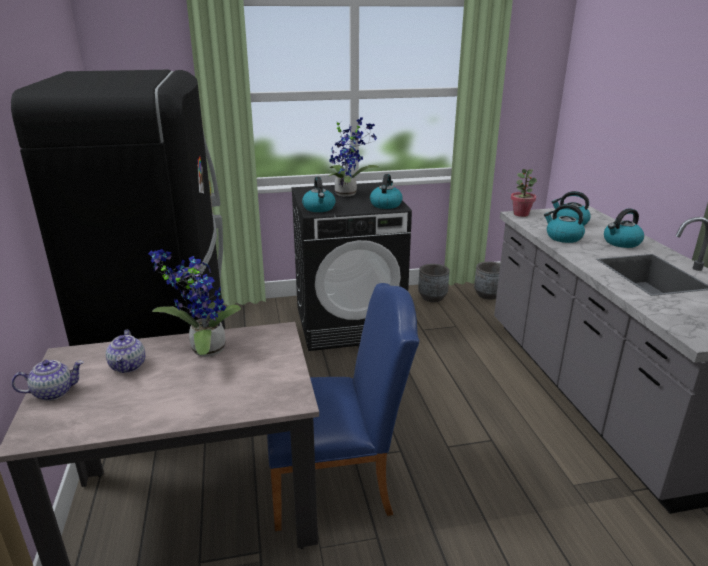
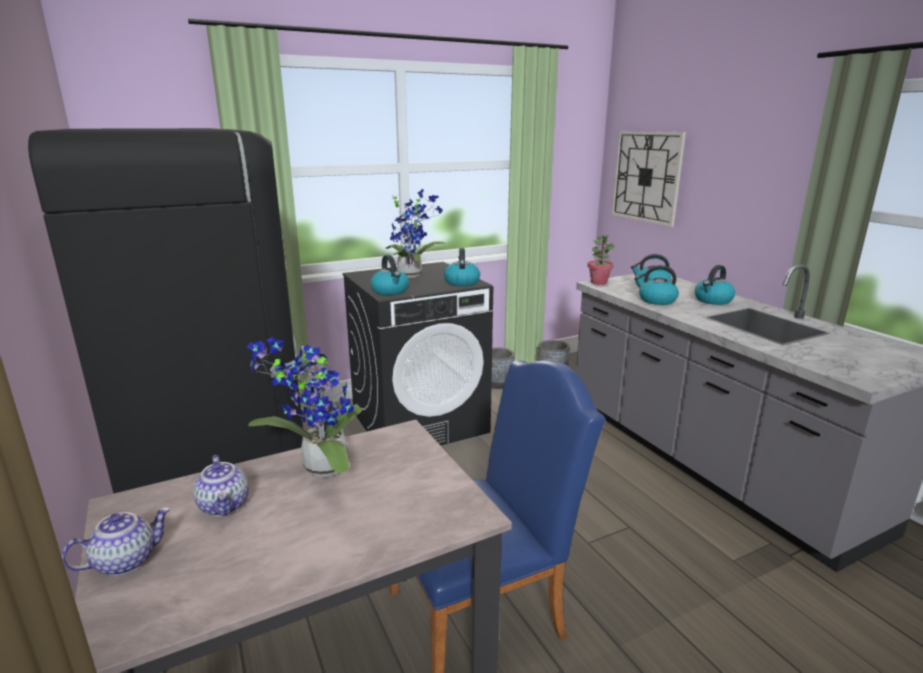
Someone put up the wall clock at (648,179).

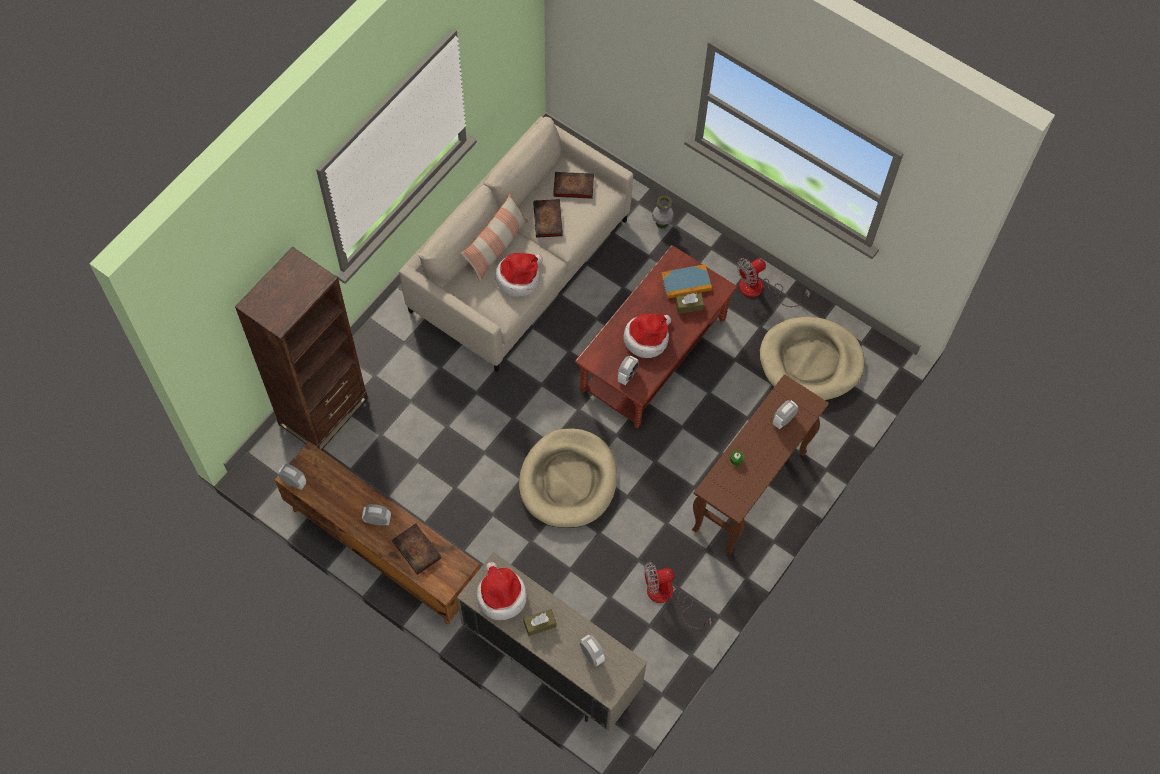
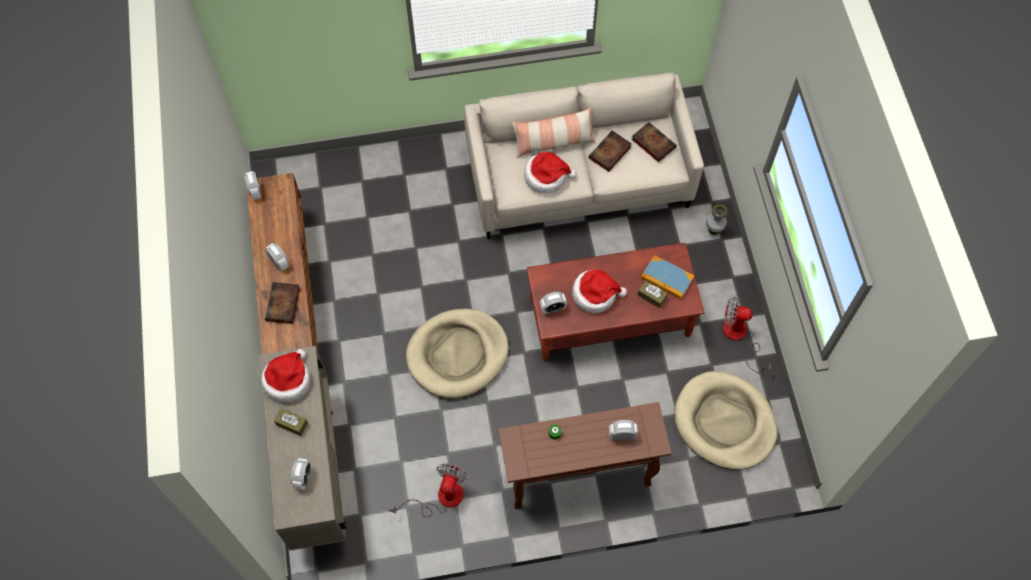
Someone rotated the fan at (678,595) by 75 degrees clockwise.
Someone took away the bookcase (brown) at (301,348).

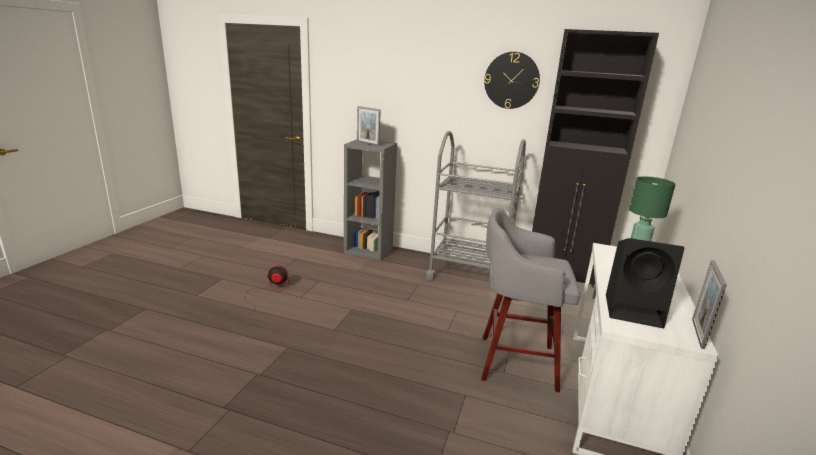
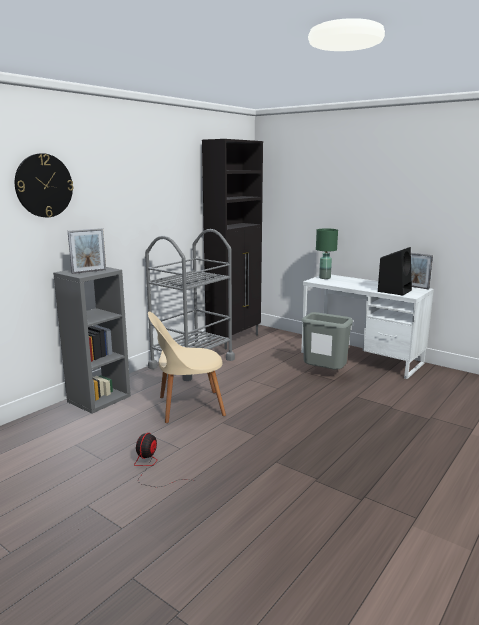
Someone carried the wall clock from (512,80) to (44,185).
Someone put down the chair (beige) at (187,367).
Someone swapped the stool (grey) at (530,300) for the trash can (grey) at (327,341).

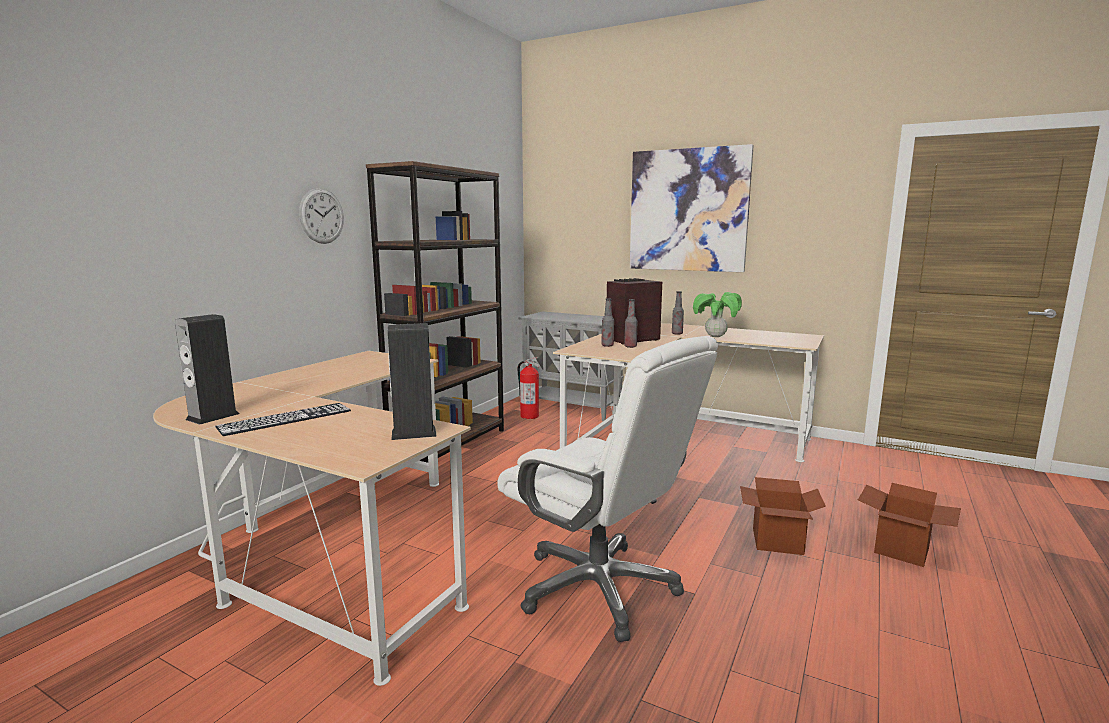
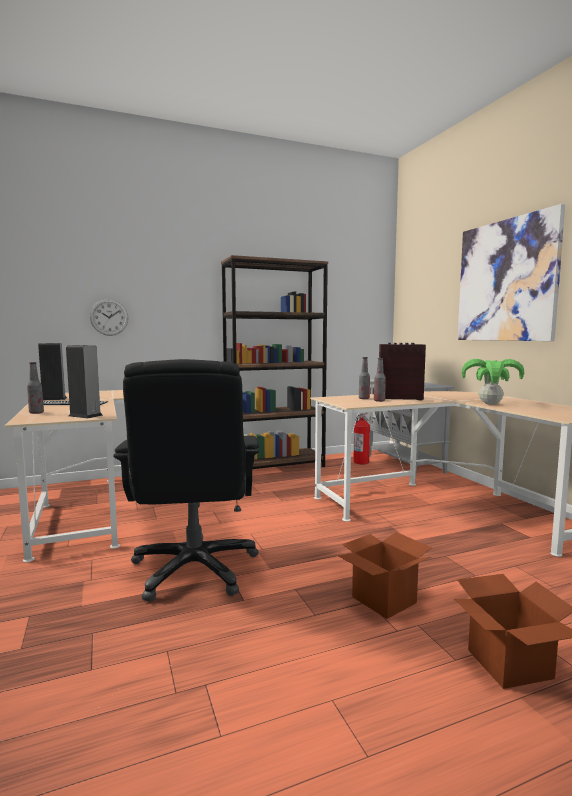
Someone carried the bottle from (678,313) to (35,388).
Someone carried the wall clock from (321,216) to (109,317).
Someone repainted the office chair (white) at (607,489), which became the office chair (black) at (186,480).

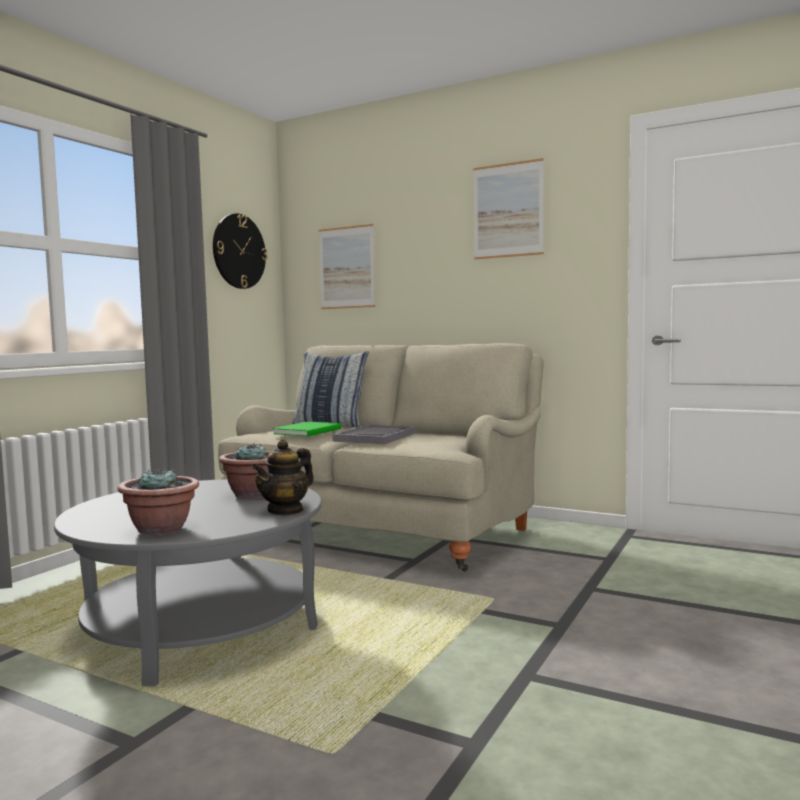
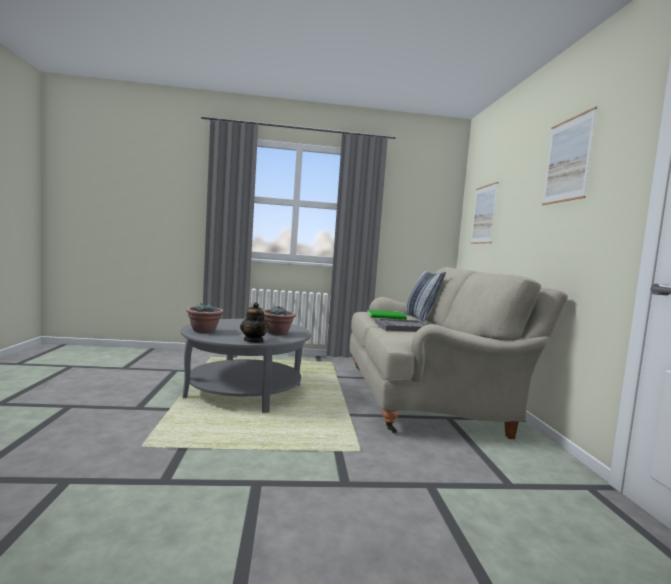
Someone rotated the teapot at (283,477) by 120 degrees counterclockwise.
Someone took away the wall clock at (240,251).

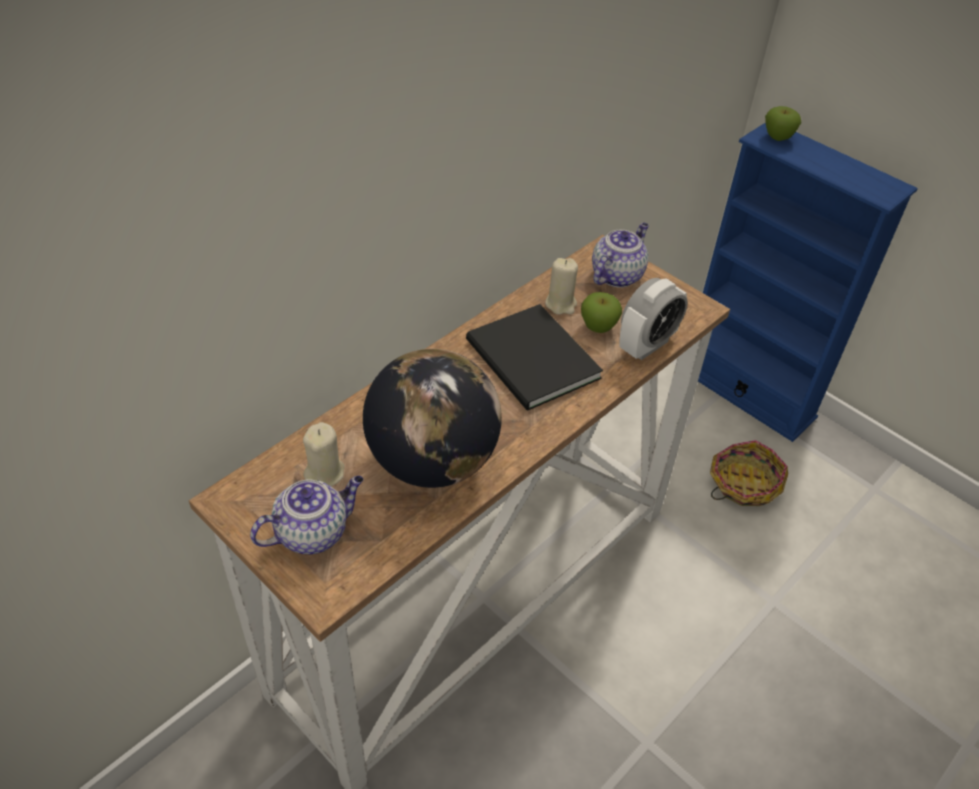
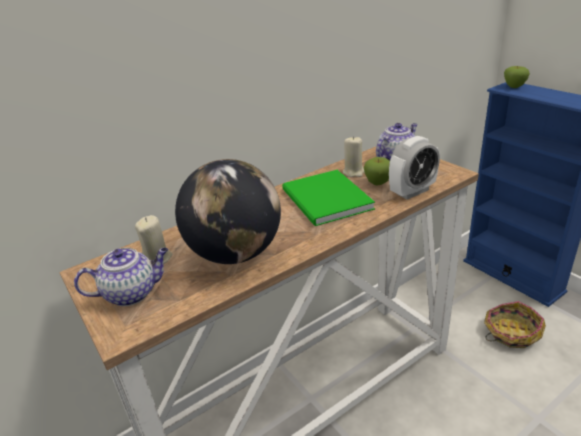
Someone repainted the book (black) at (534,357), which became the book (green) at (328,198).

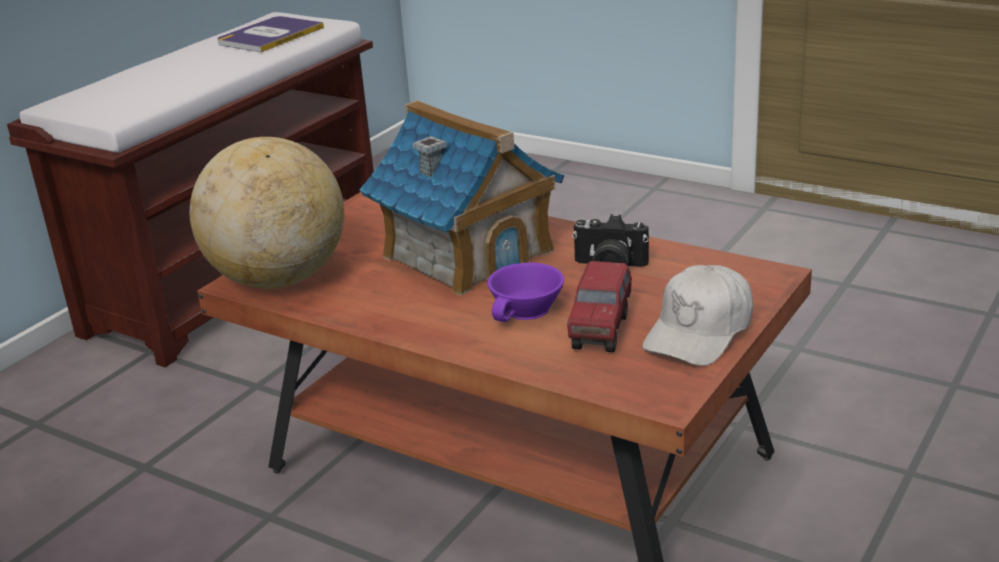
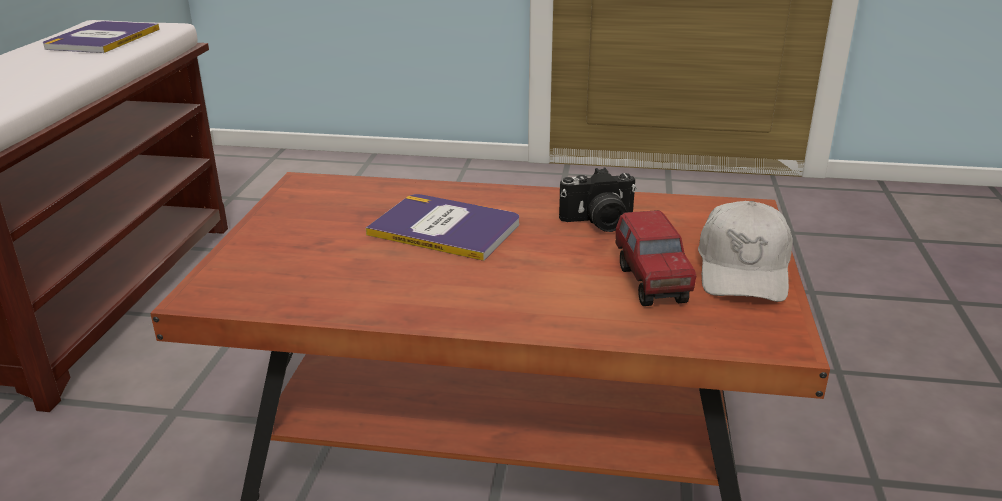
Someone swapped the toy house at (462,198) for the book at (442,227).
Someone took away the globe at (266,213).
Someone took away the cup (purple) at (525,292).

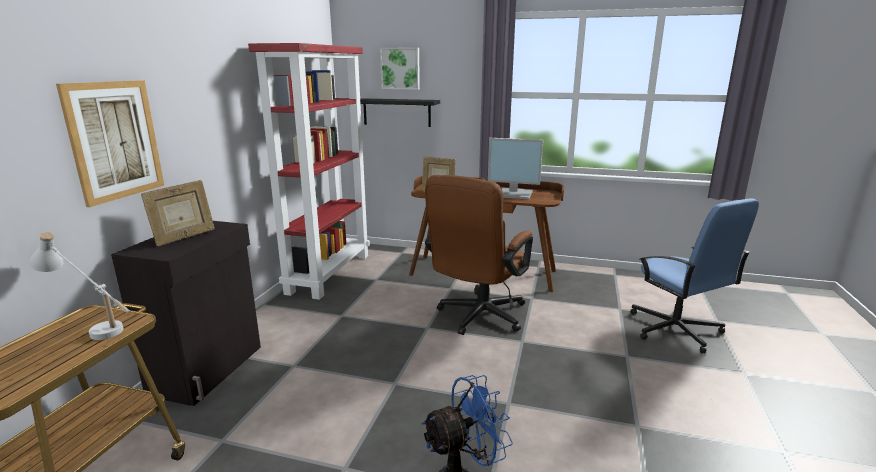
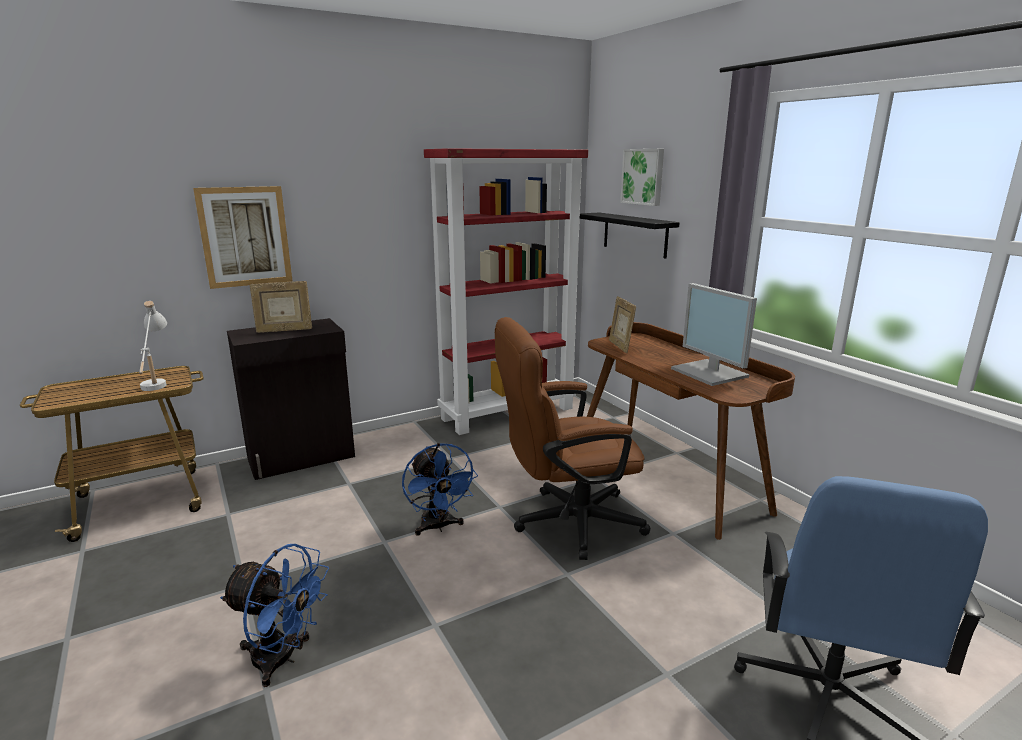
Someone put down the fan (blue) at (440,489).

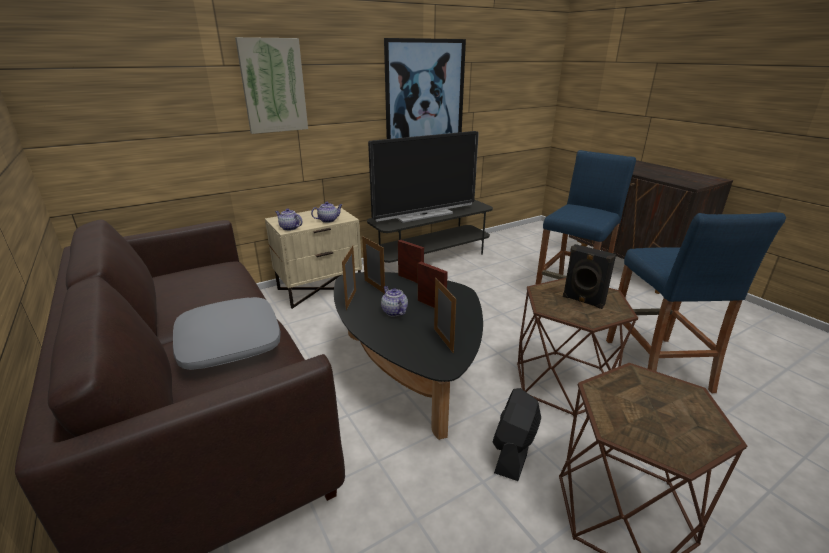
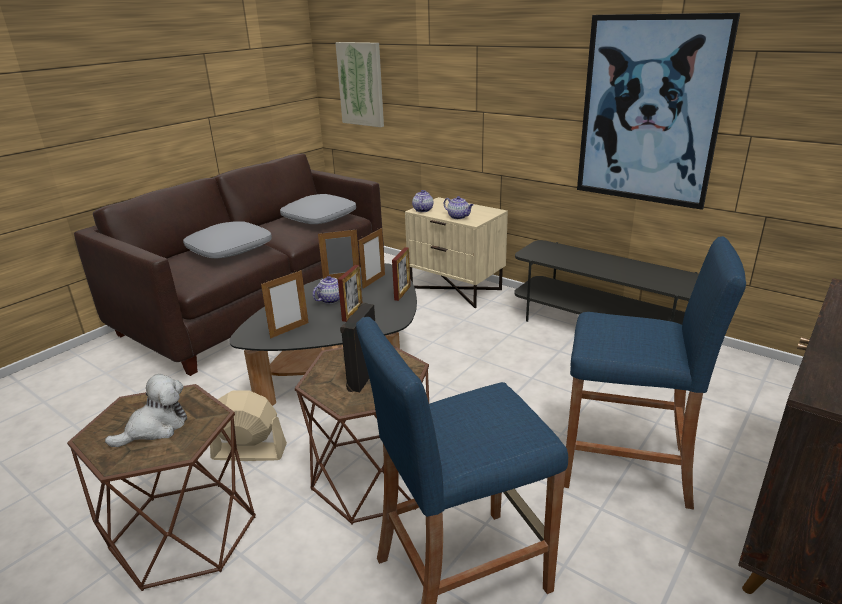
Someone put down the plush toy at (146,410).
Someone repainted the fan (black) at (517,434), which became the fan (beige) at (248,426).
Someone put down the pillow (grey) at (318,209).
Someone carried the picture from (271,85) to (359,84).
Someone took away the television at (423,177).

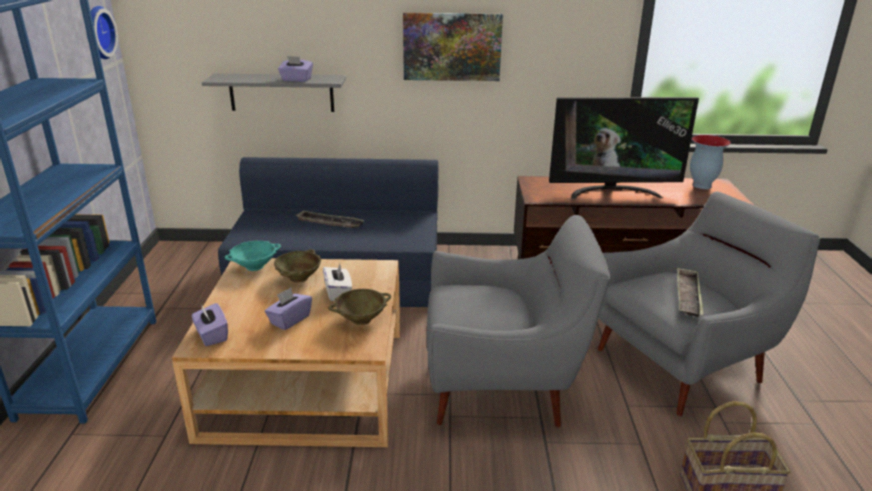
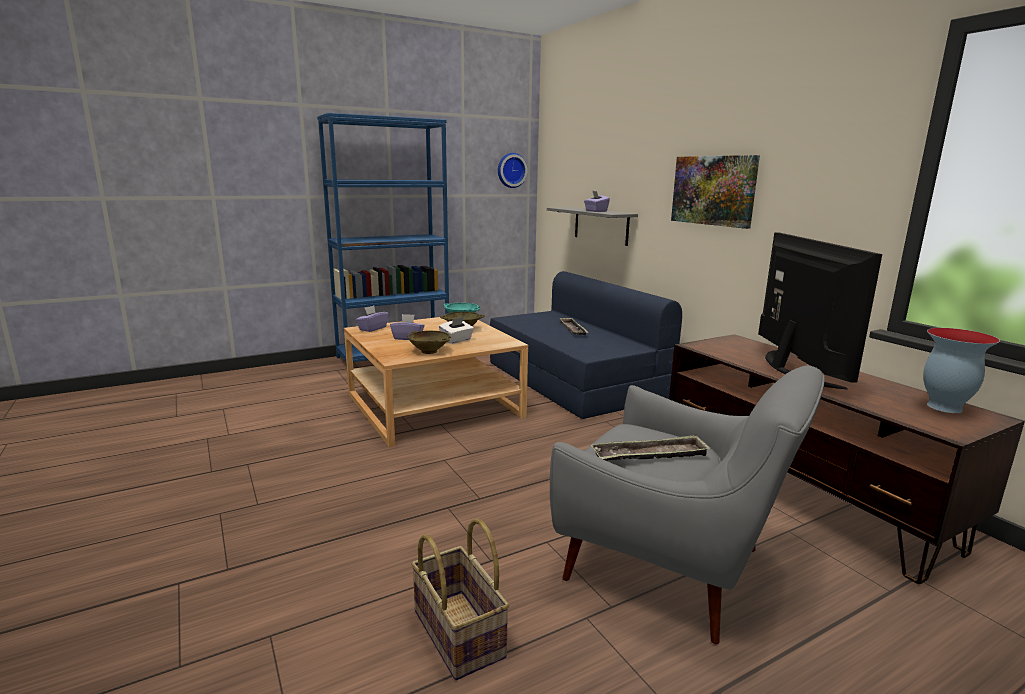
Someone rotated the television at (624,148) by 150 degrees counterclockwise.
Someone took away the armchair (grey) at (519,321).

